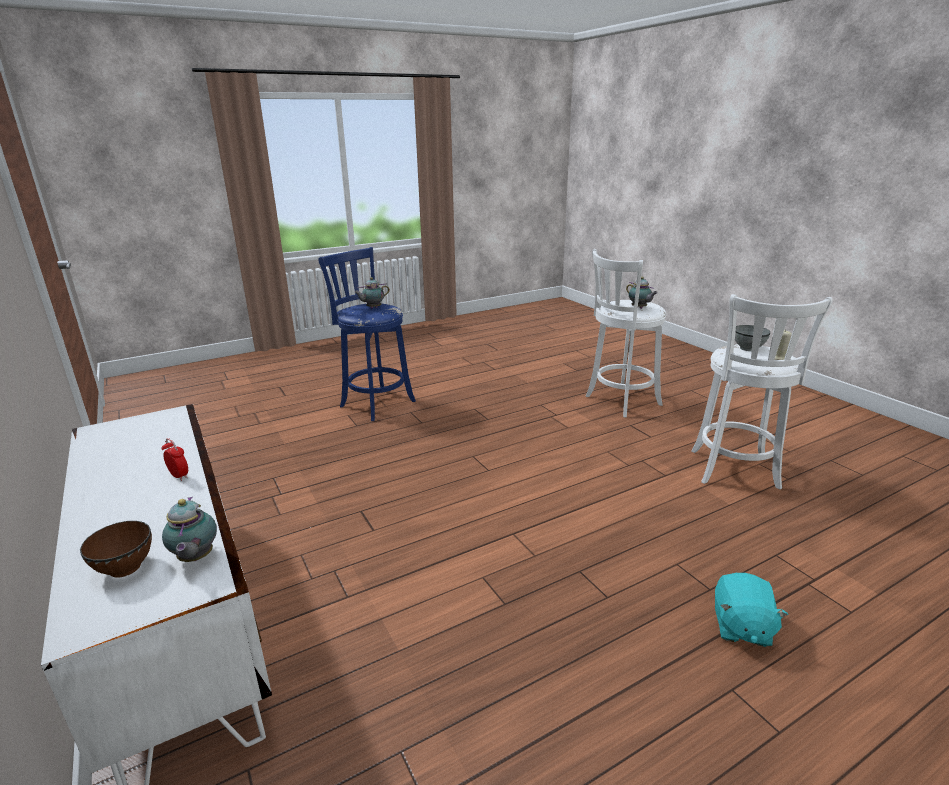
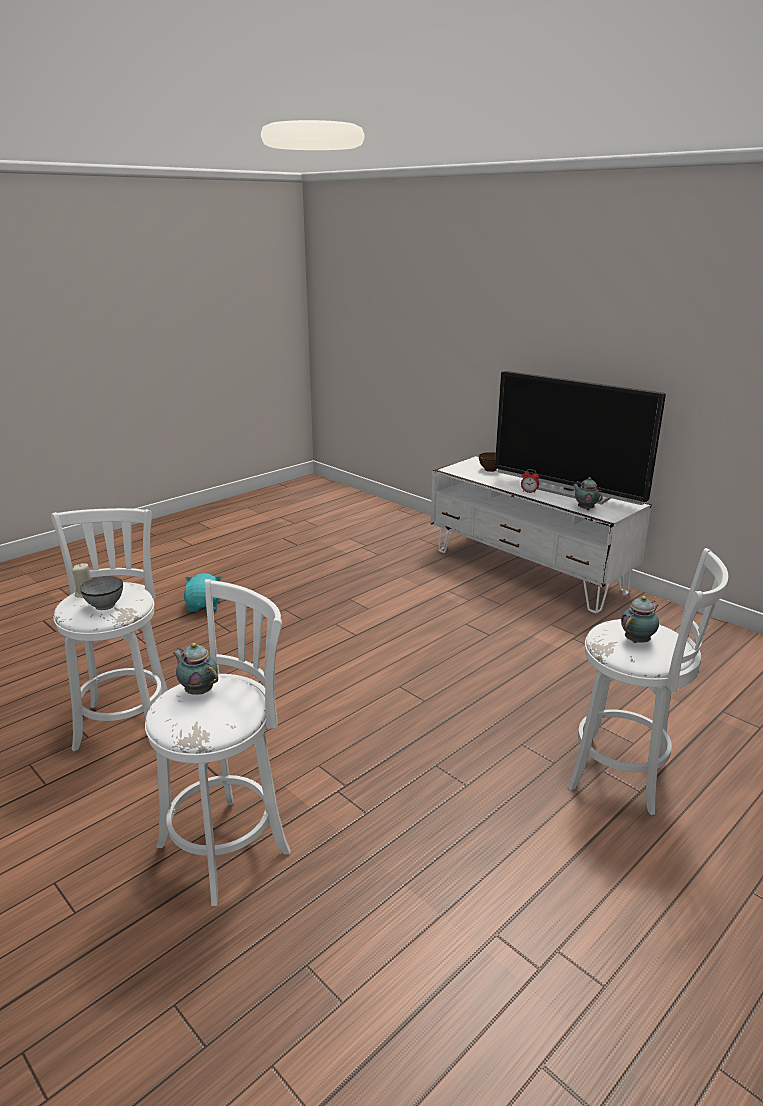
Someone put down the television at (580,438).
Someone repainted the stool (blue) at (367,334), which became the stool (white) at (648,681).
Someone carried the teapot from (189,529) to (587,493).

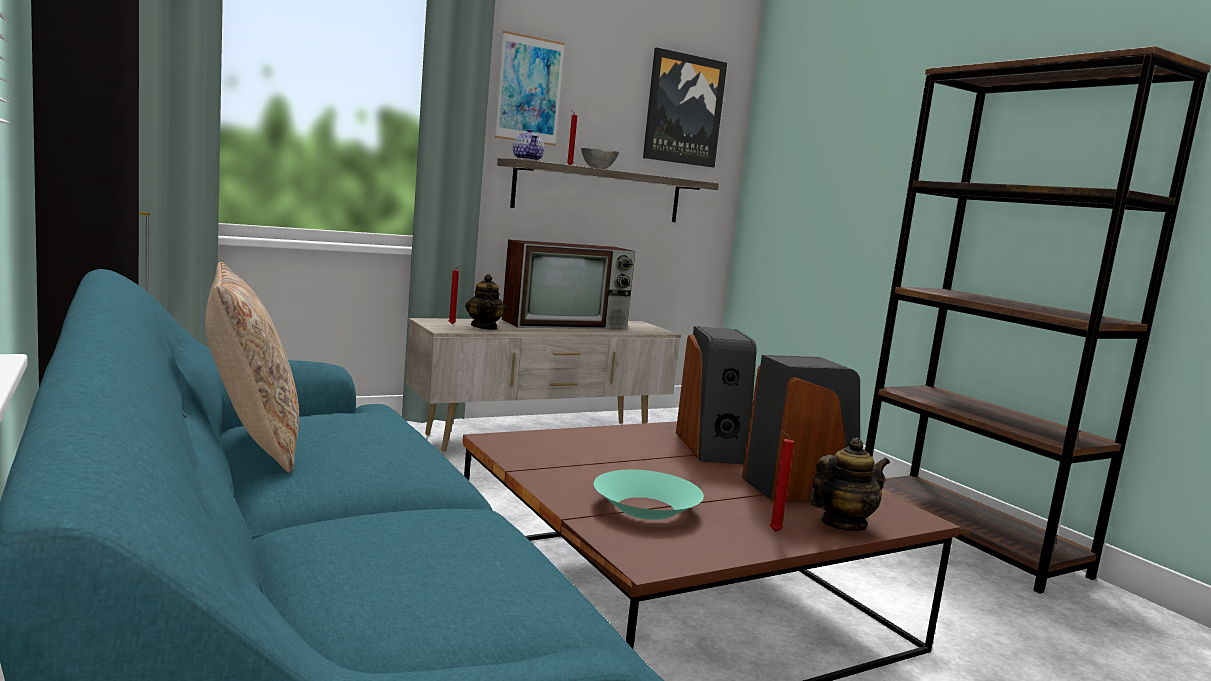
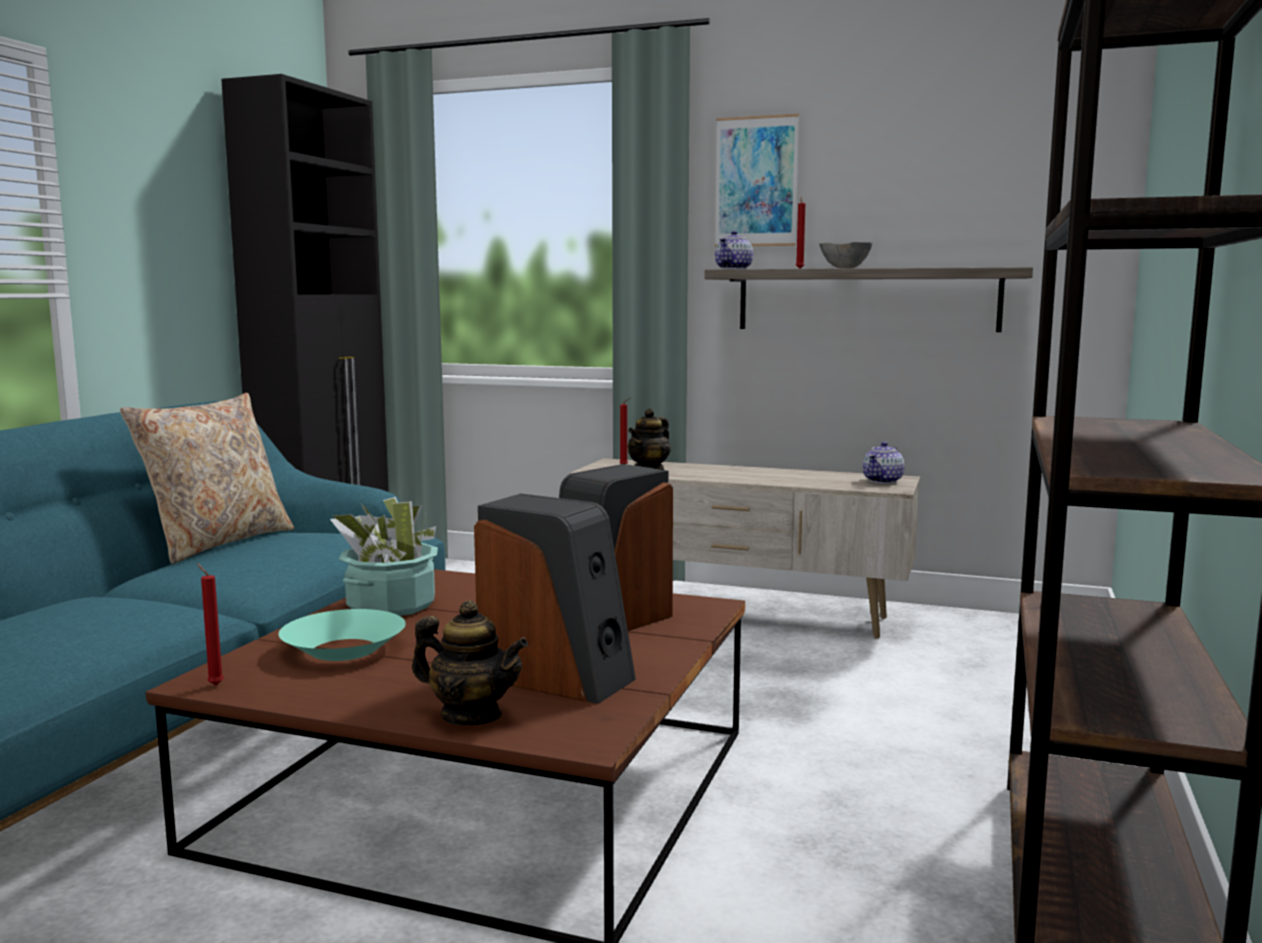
Someone carried the candle (red) from (781,481) to (210,624).
Someone put down the potted plant at (384,556).
Someone put down the teapot at (884,463).
Someone took away the television at (568,284).
Someone took away the picture at (685,107).

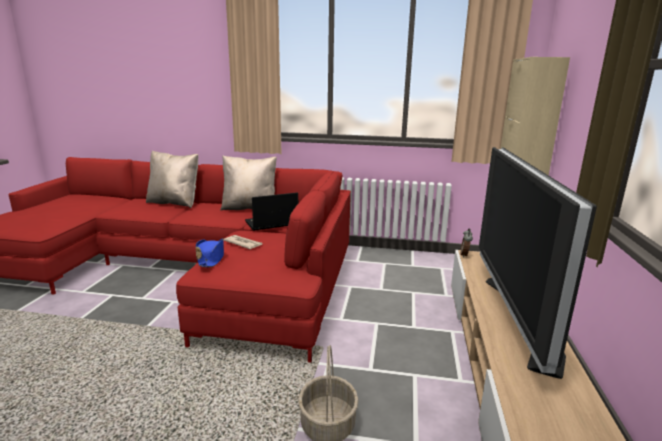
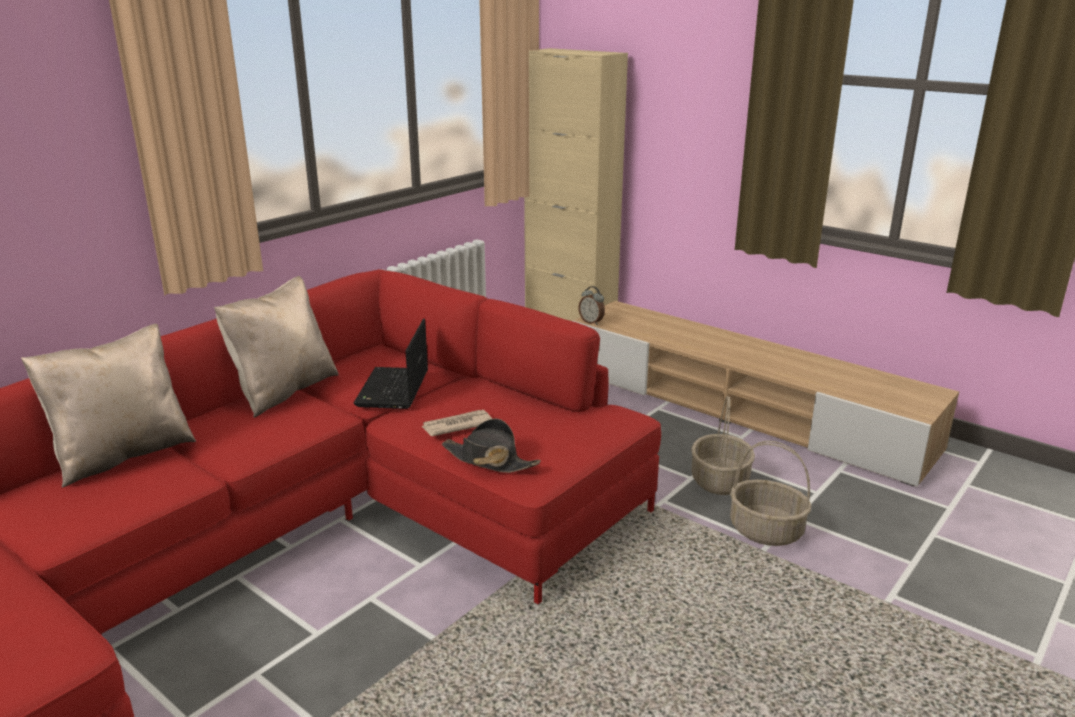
Someone repainted the hat (blue) at (210,252), which became the hat (black) at (491,445).
Someone put down the basket at (723,445).
Someone took away the television at (538,263).

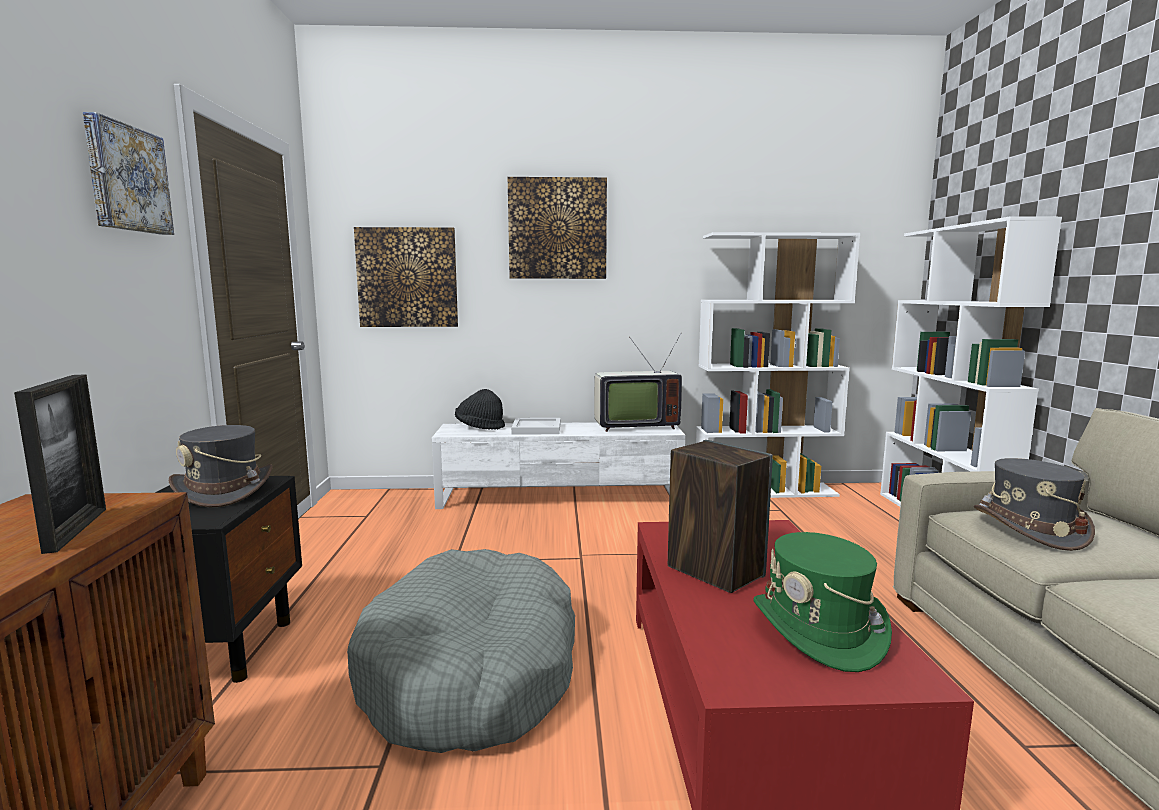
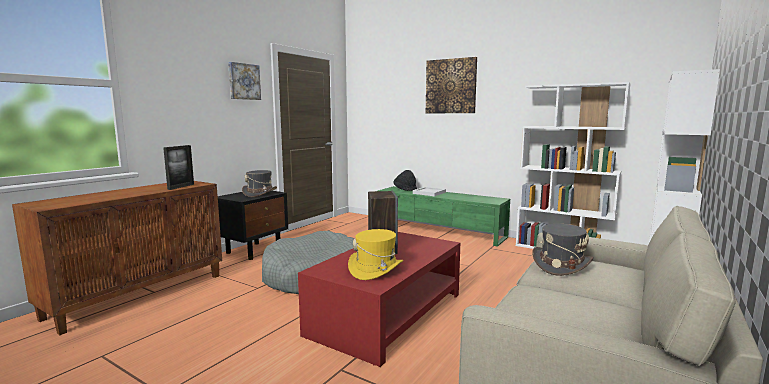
Someone repainted the hat (green) at (822,602), which became the hat (yellow) at (375,254).
Someone repainted the tv stand (white) at (558,465), which became the tv stand (green) at (444,216).
Someone took away the picture at (406,277).
Someone took away the television at (638,382).

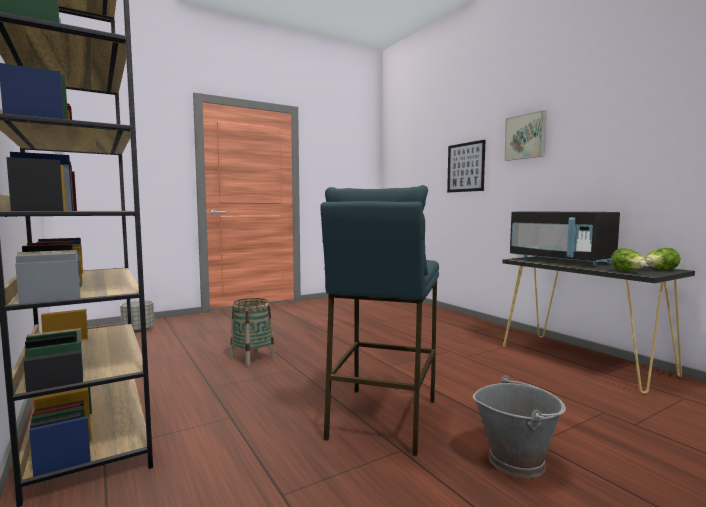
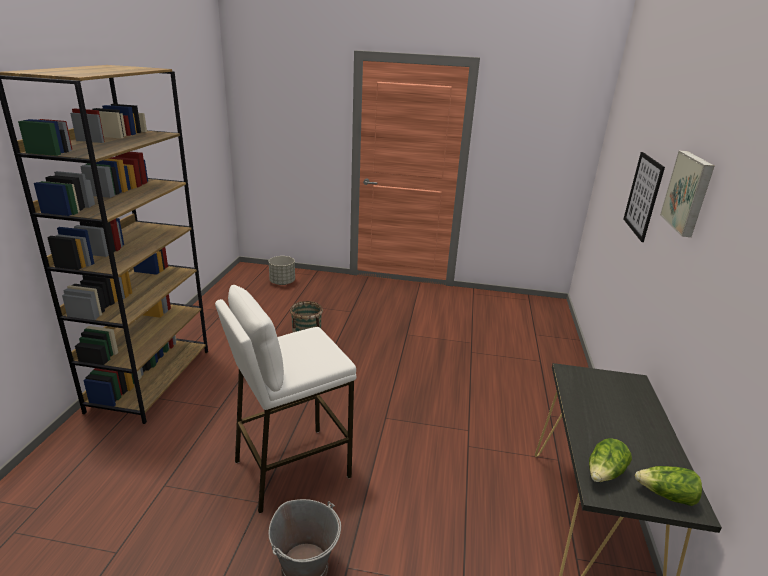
Someone repainted the stool (blue) at (379,320), which became the stool (white) at (286,399).
Someone took away the microwave (black) at (565,239).

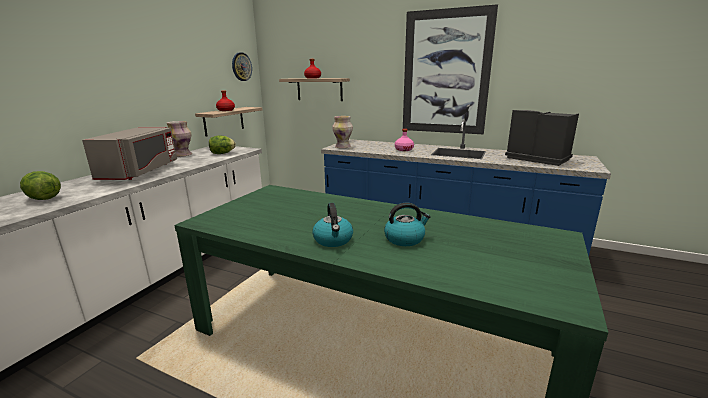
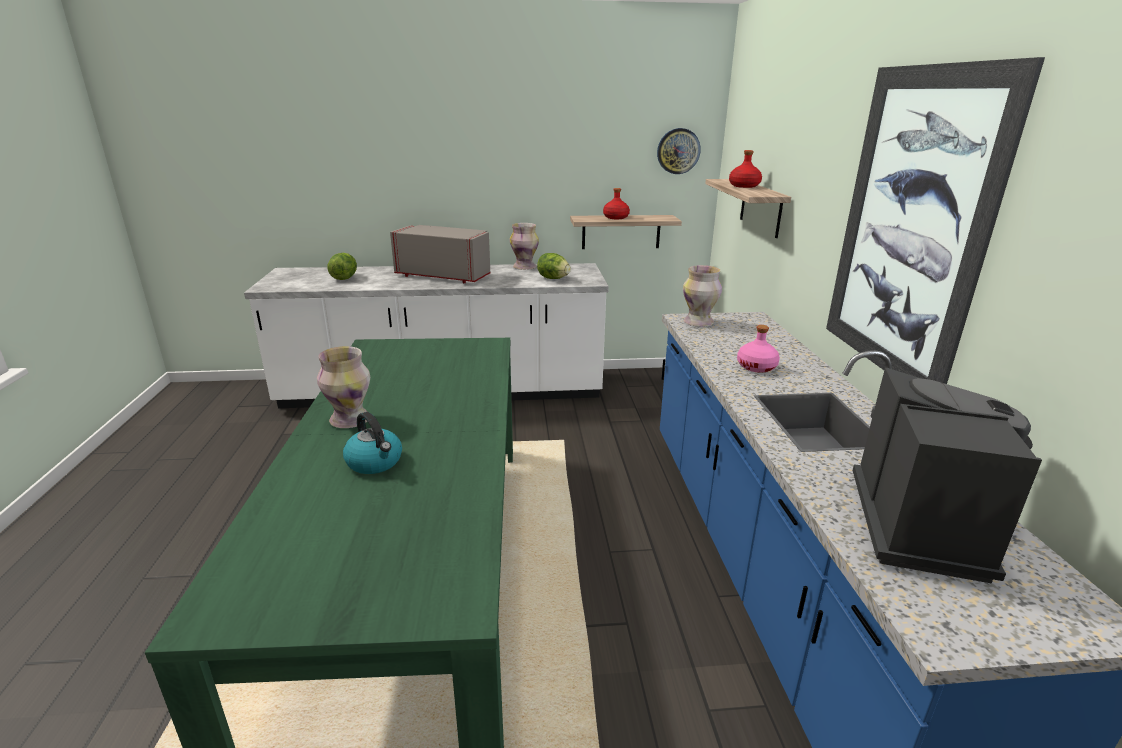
Someone swapped the kettle at (332,225) for the vase at (343,387).
Someone rotated the microwave (grey) at (129,153) by 135 degrees counterclockwise.

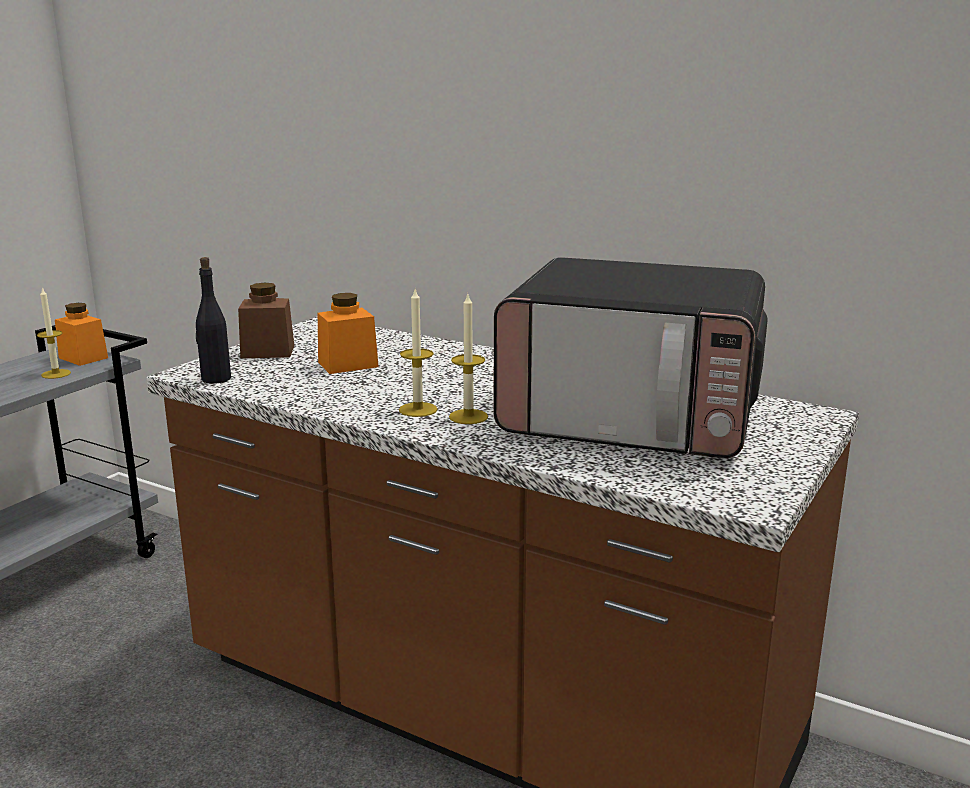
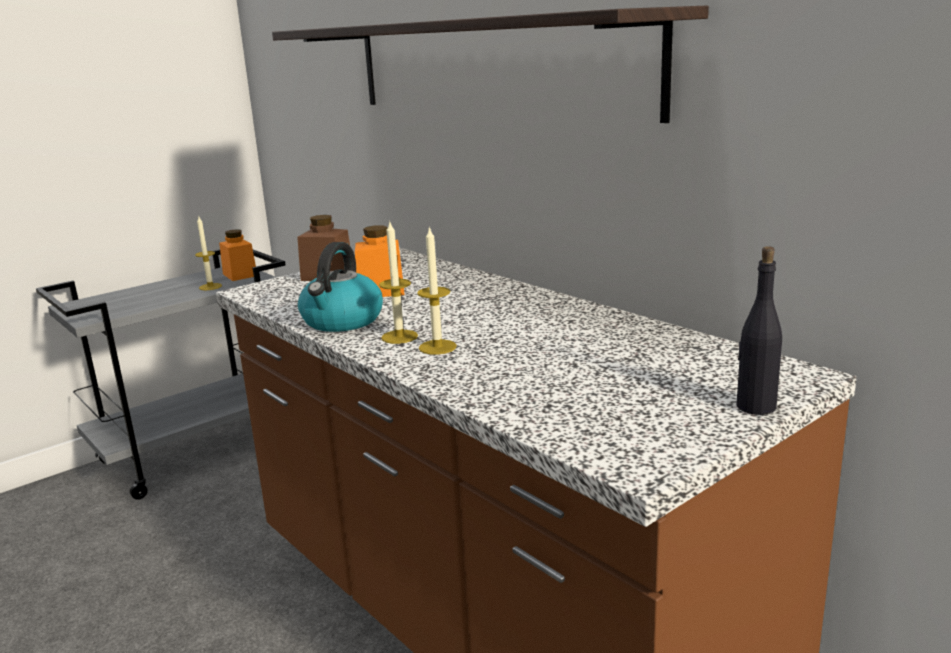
Someone put up the shelf at (490,64).
Someone put down the kettle at (340,287).
Someone carried the bottle (black) from (213,320) to (759,330).
Someone took away the microwave at (630,357).

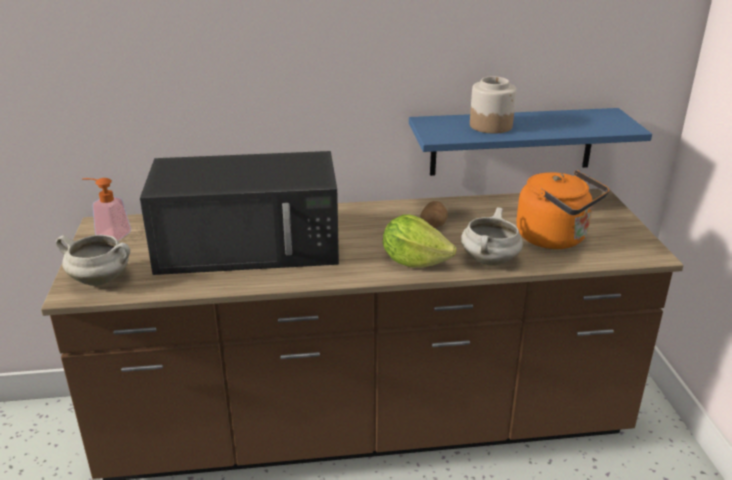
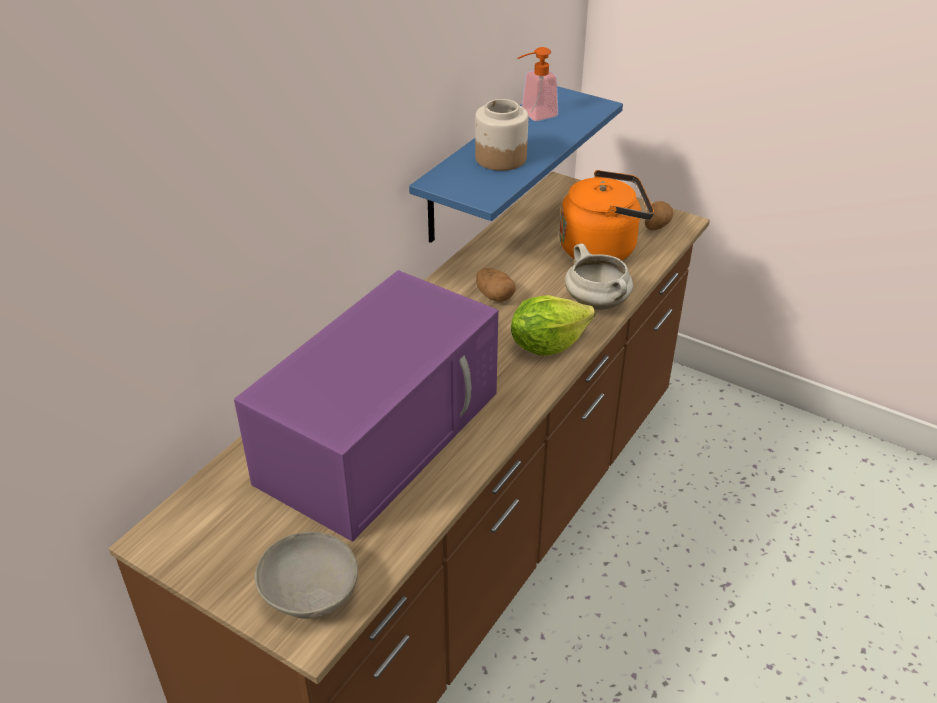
Someone repainted the microwave (black) at (239,213), which became the microwave (purple) at (366,406).
Someone swapped the cooking pot (white) at (93,260) for the bowl (grey) at (306,575).
Someone carried the soap dispenser from (106,209) to (538,84).
Someone put down the potato at (659,215).

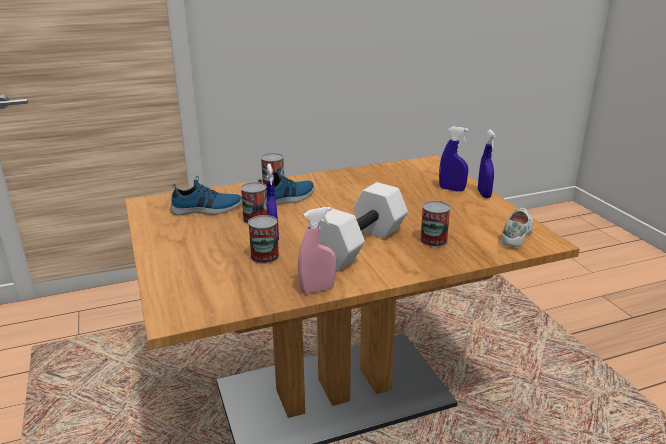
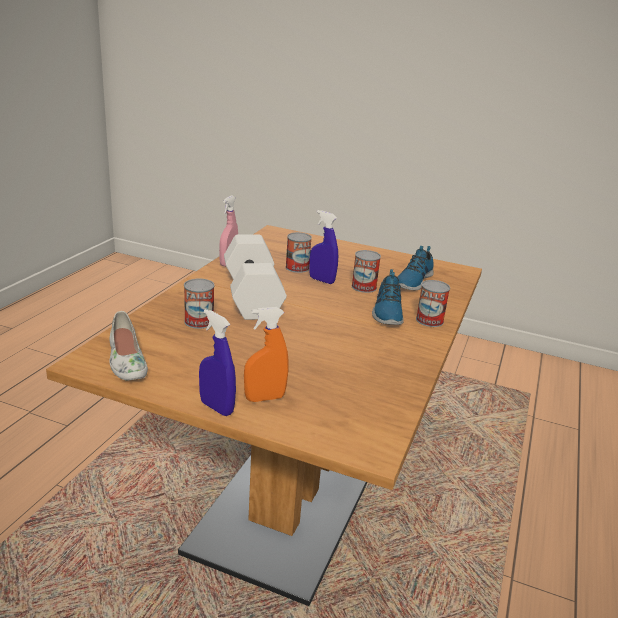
Someone repainted the spray bottle (blue) at (454,159), which became the spray bottle (orange) at (266,354).

